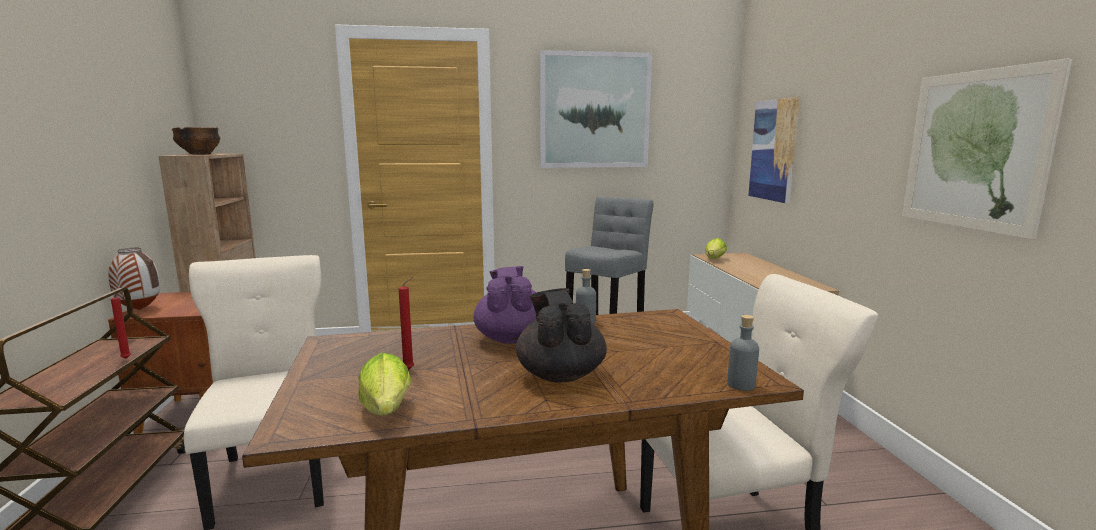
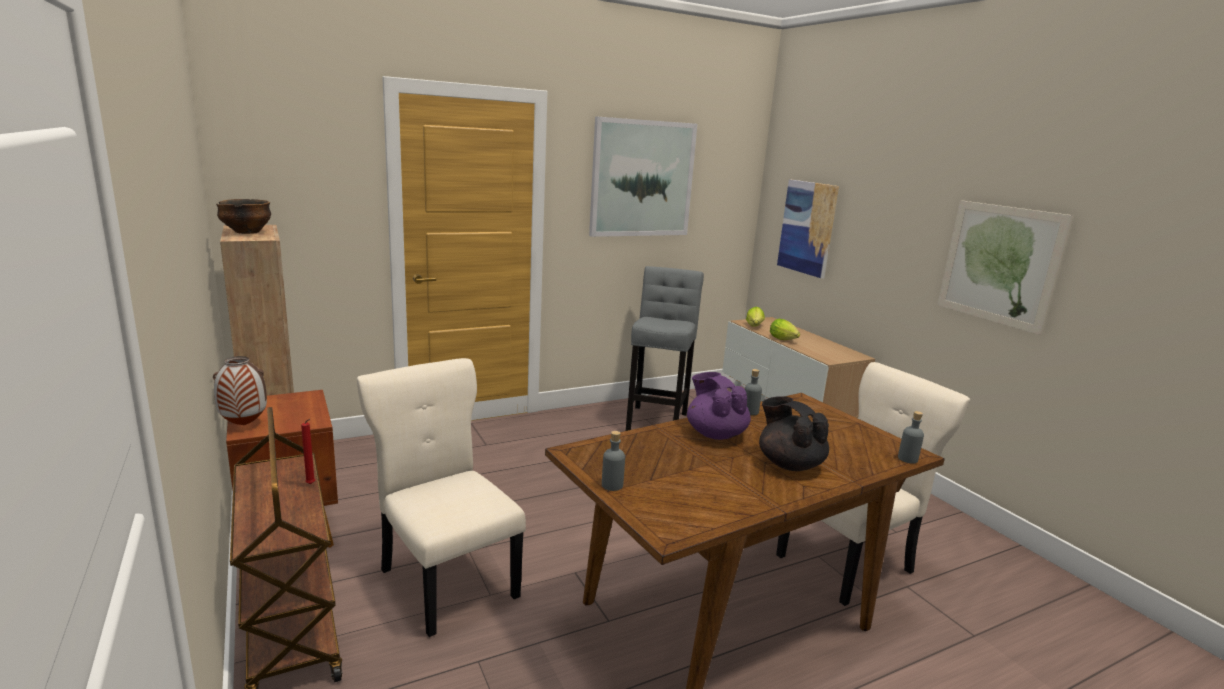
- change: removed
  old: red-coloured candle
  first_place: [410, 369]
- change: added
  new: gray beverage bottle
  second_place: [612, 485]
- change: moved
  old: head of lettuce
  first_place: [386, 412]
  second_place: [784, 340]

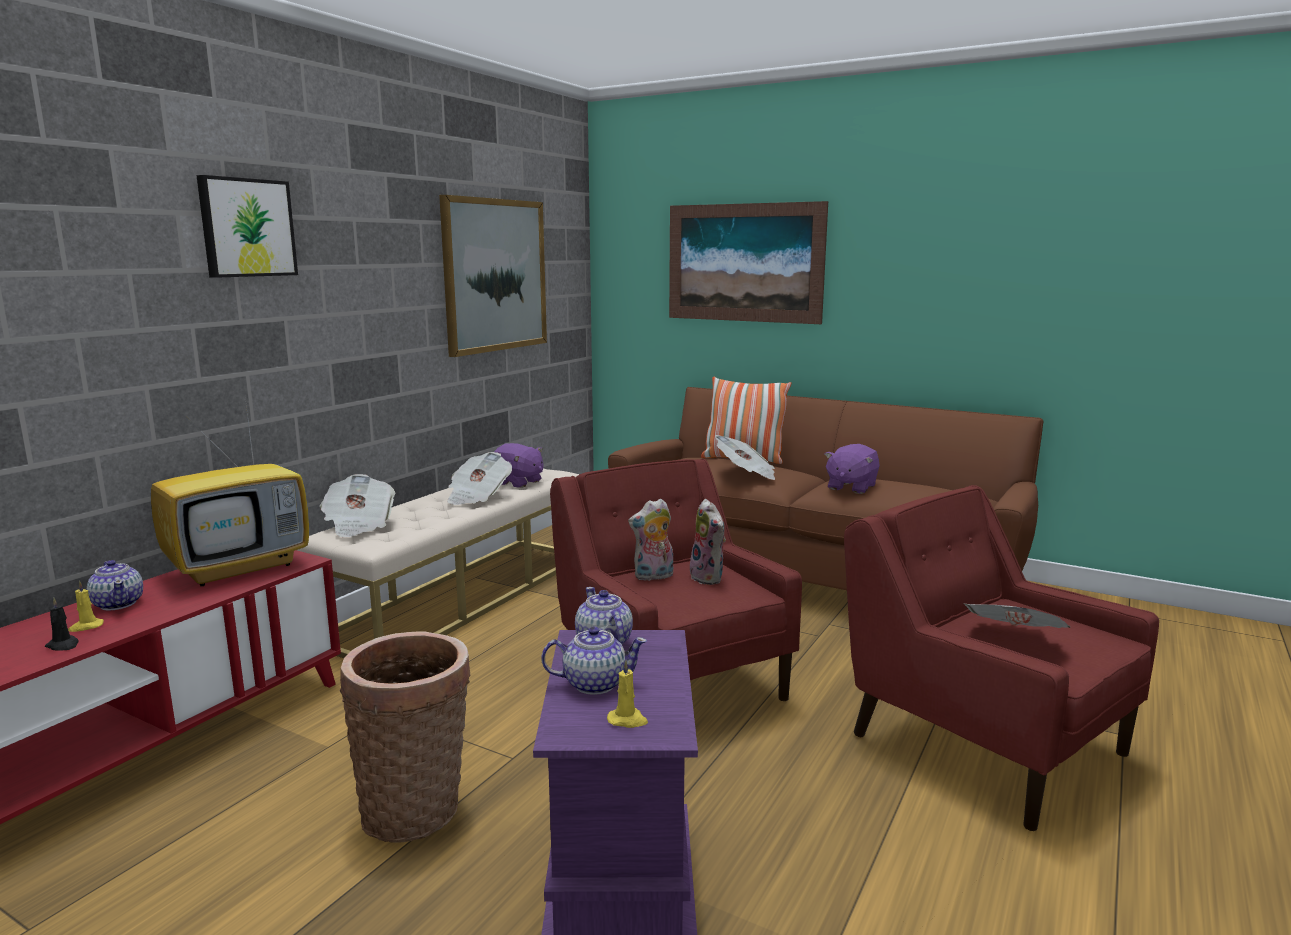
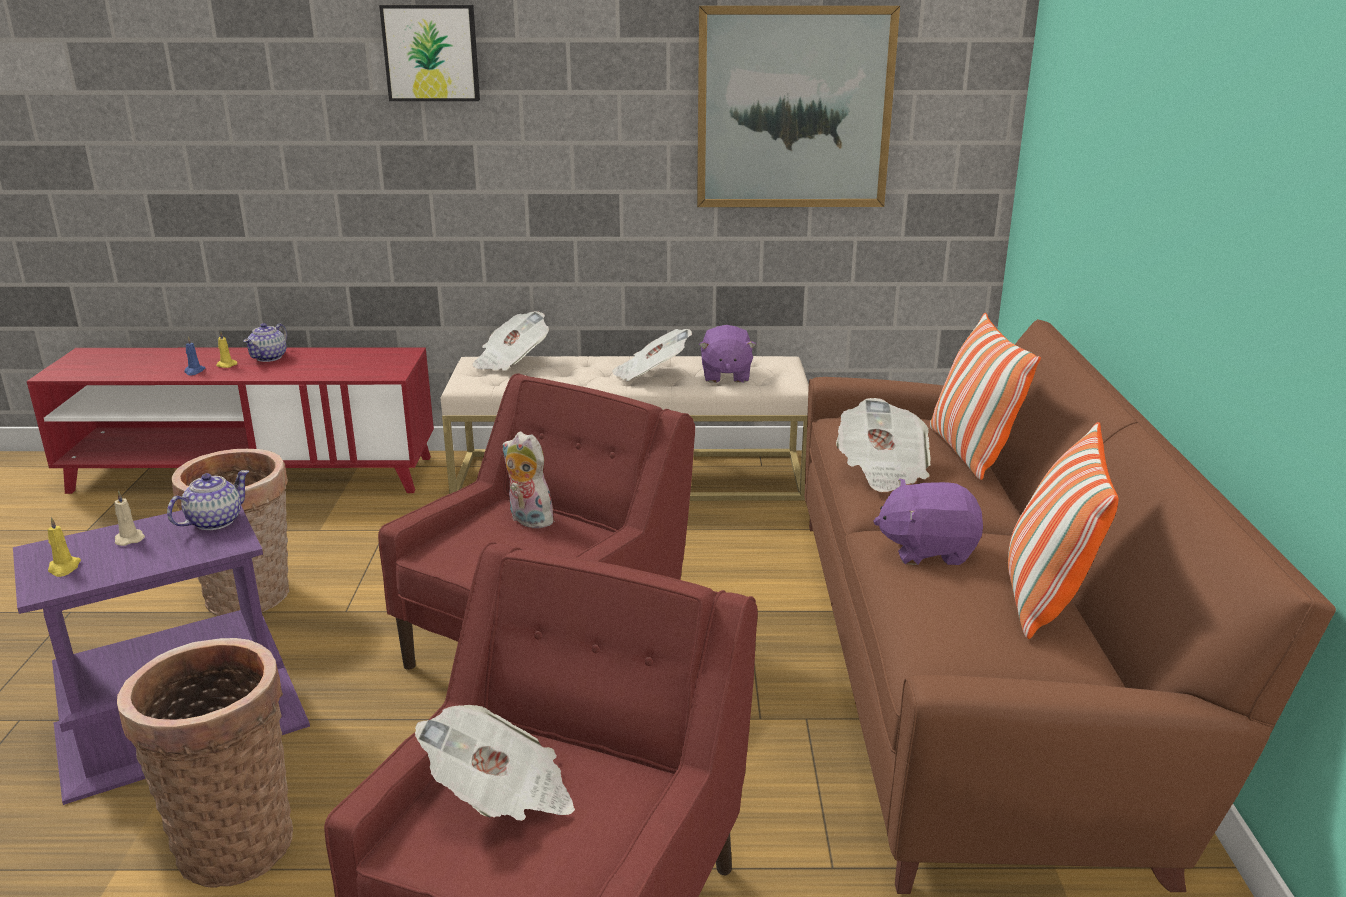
- change: removed
  old: TV set
  first_place: [241, 567]
- change: removed
  old: picture
  first_place: [744, 263]
- change: removed
  old: plush toy
  first_place: [709, 578]
- change: added
  new: storage basket
  second_place: [233, 840]
- change: added
  new: throw pillow
  second_place: [1045, 598]
- change: replaced
  old: tea pot
  new: beige candle
  first_place: [594, 683]
  second_place: [129, 539]
- change: recoloured
  old: black-coloured candle
  new: blue candle
  first_place: [63, 645]
  second_place: [194, 371]

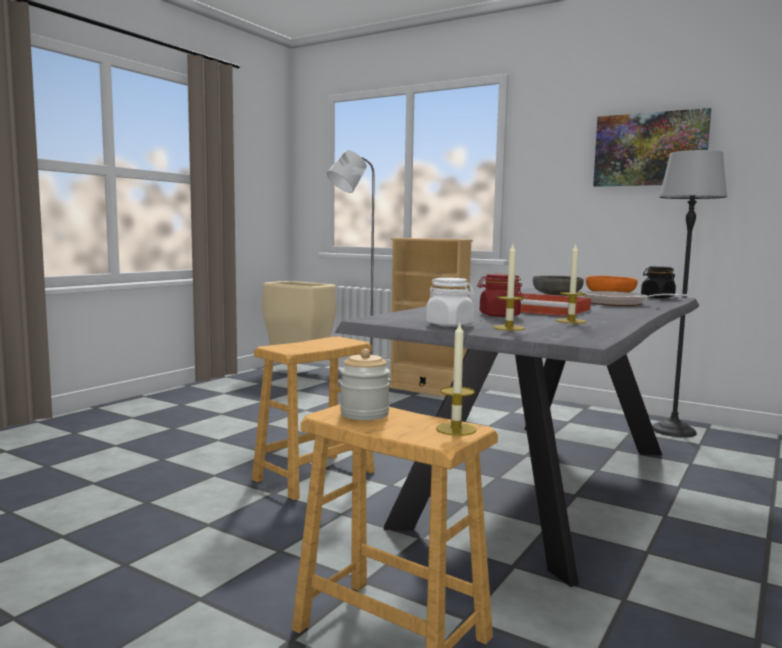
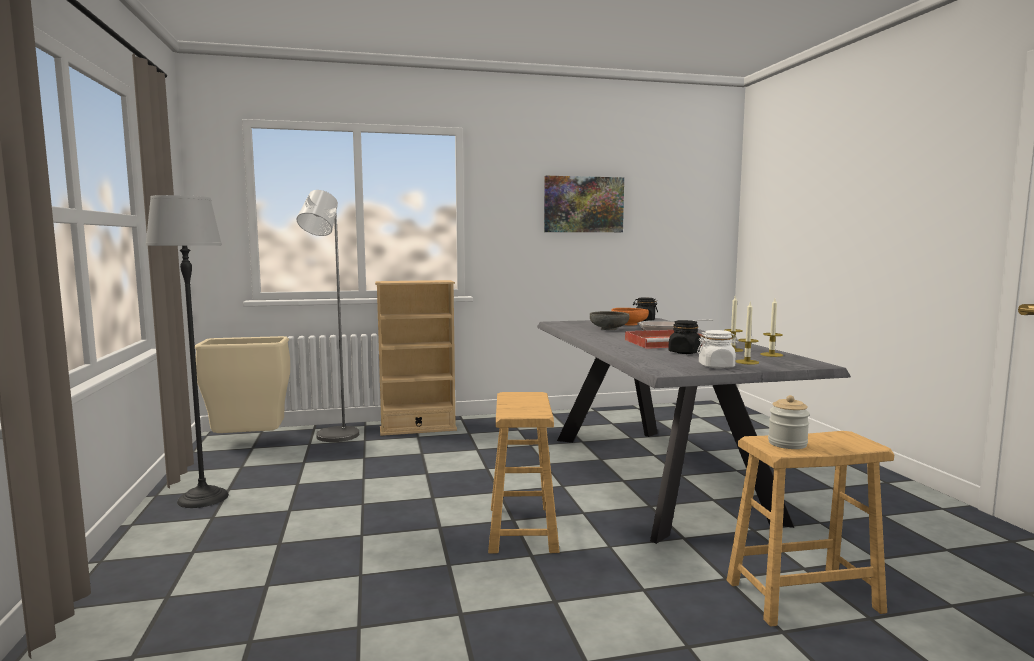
- change: moved
  old: candle
  first_place: [456, 429]
  second_place: [771, 354]
- change: moved
  old: standard lamp
  first_place: [673, 430]
  second_place: [203, 498]
- change: recoloured
  old: red-coloured storage jar
  new: black-coloured storage jar
  first_place: [499, 315]
  second_place: [684, 352]

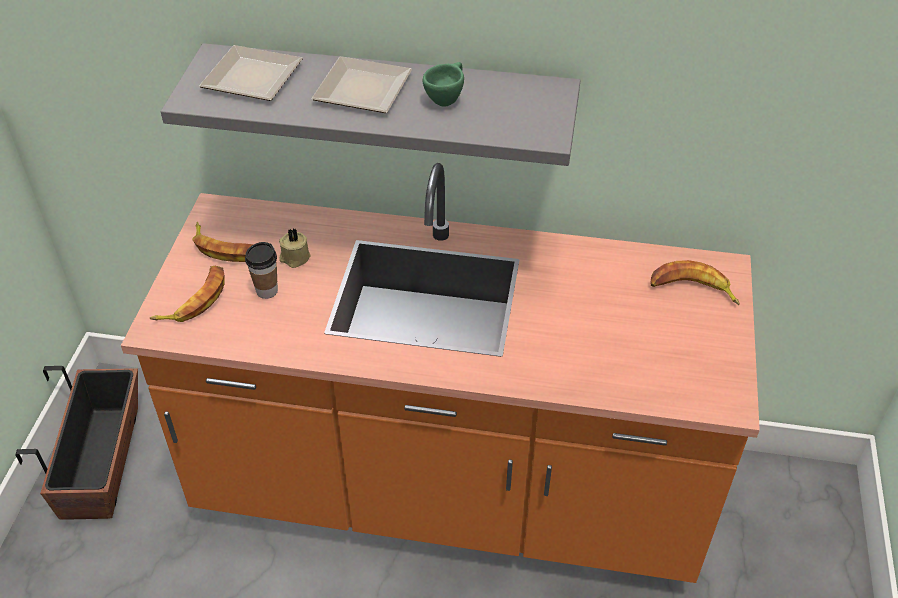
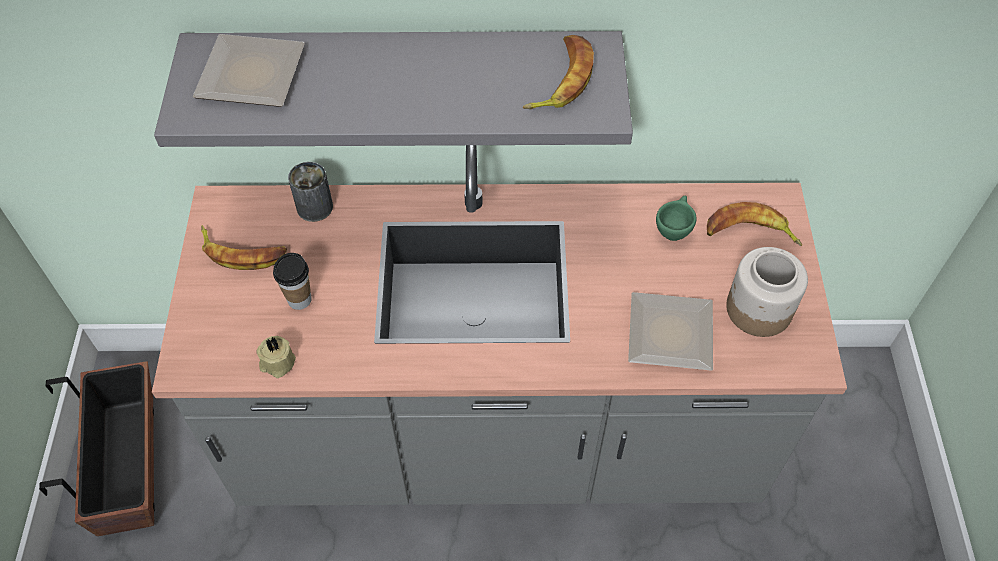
- change: added
  new: metal can
  second_place: [314, 207]
- change: added
  new: storage jar
  second_place: [758, 309]
- change: moved
  old: banana fruit
  first_place: [195, 299]
  second_place: [560, 79]
- change: moved
  old: beige candle
  first_place: [294, 258]
  second_place: [277, 363]
- change: moved
  old: flat dish
  first_place: [361, 88]
  second_place: [667, 331]
- change: moved
  old: green drinking cup
  first_place: [446, 99]
  second_place: [673, 230]
- change: recoloured
  old: orange-coloured kitchen base unit
  new: gray kitchen base unit
  first_place: [449, 493]
  second_place: [499, 440]

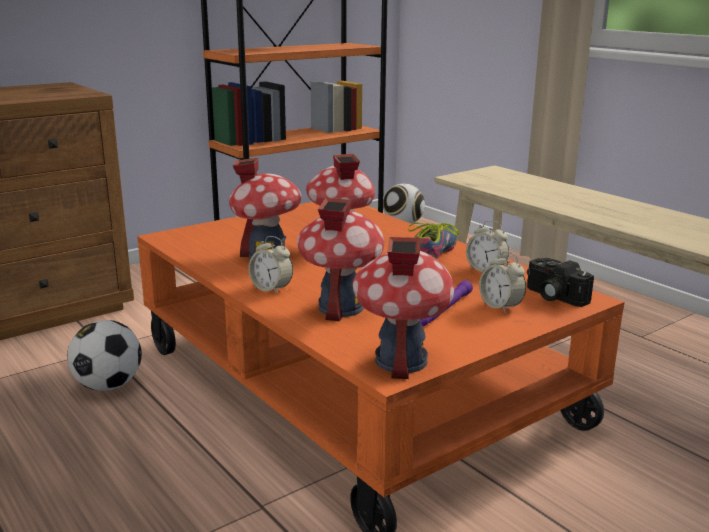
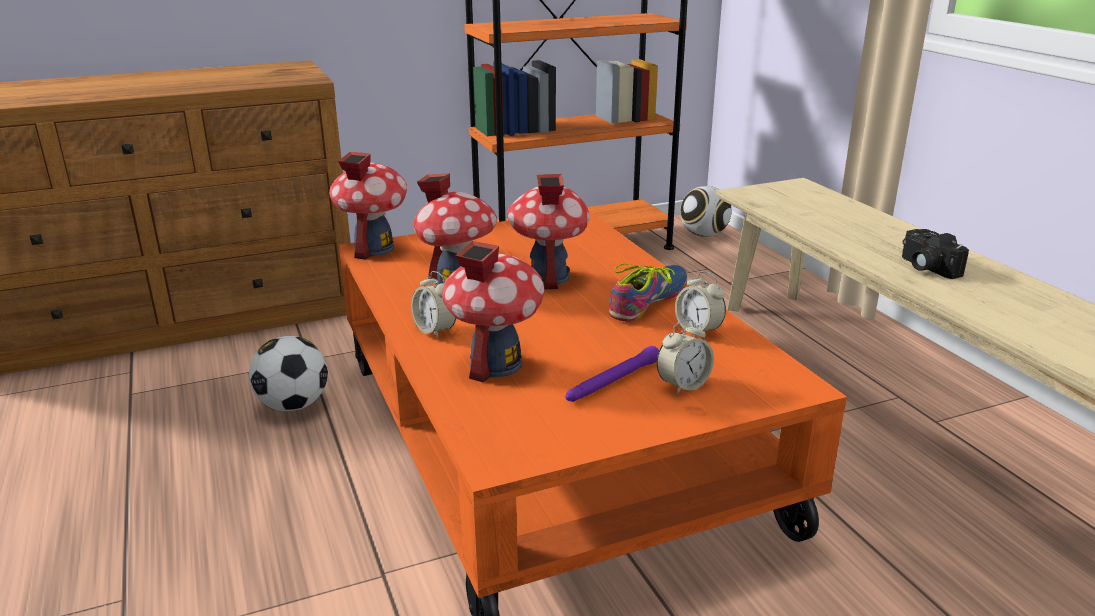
- change: moved
  old: miniature house
  first_place: [400, 360]
  second_place: [374, 249]
- change: moved
  old: still camera
  first_place: [552, 297]
  second_place: [925, 267]
- change: turned
  old: alarm clock
  first_place: [500, 306]
  second_place: [683, 385]
  degrees: -105

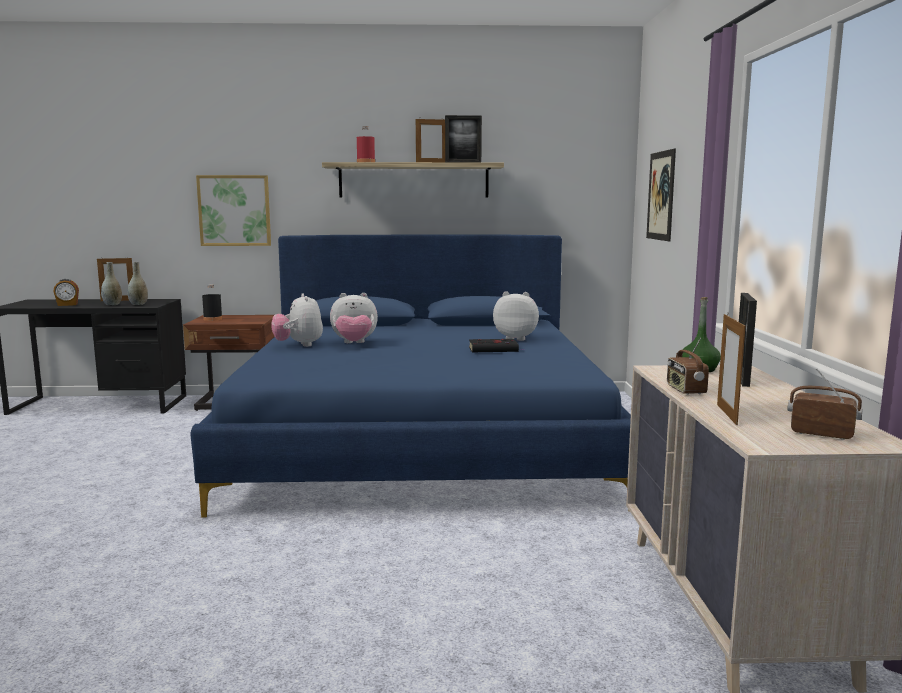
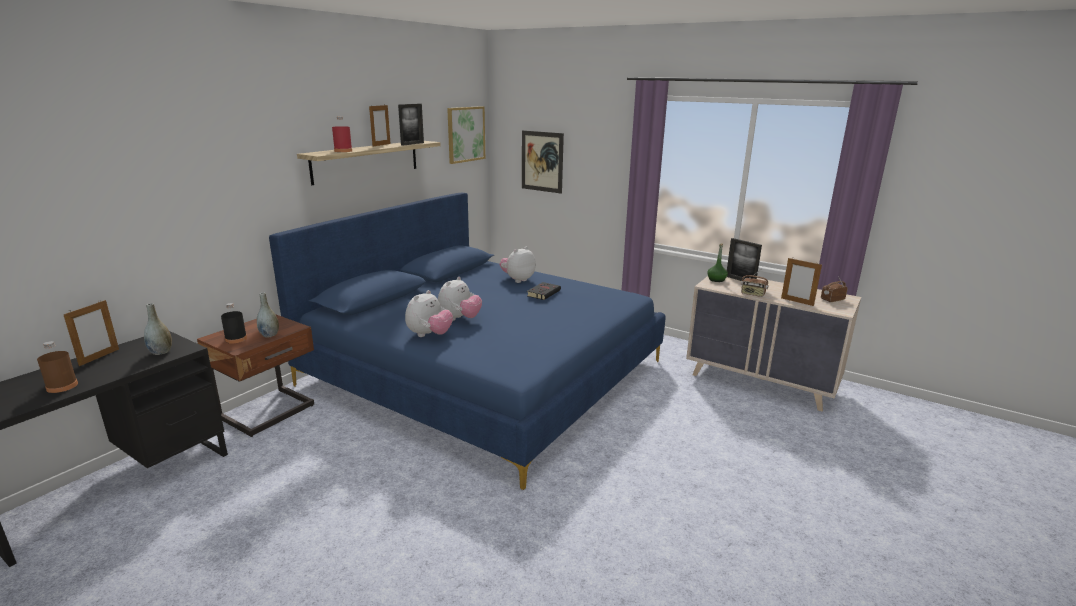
- change: moved
  old: gray flower vase
  first_place: [112, 304]
  second_place: [269, 335]
- change: moved
  old: picture
  first_place: [234, 210]
  second_place: [465, 134]
- change: replaced
  old: alarm clock
  new: brown beverage bottle
  first_place: [67, 305]
  second_place: [62, 386]
- change: turned
  old: plush toy
  first_place: [299, 345]
  second_place: [429, 335]
  degrees: -75

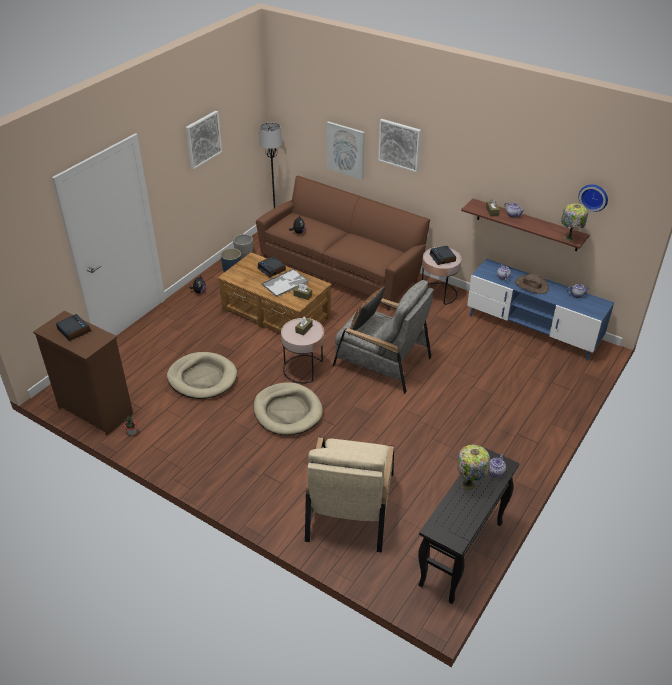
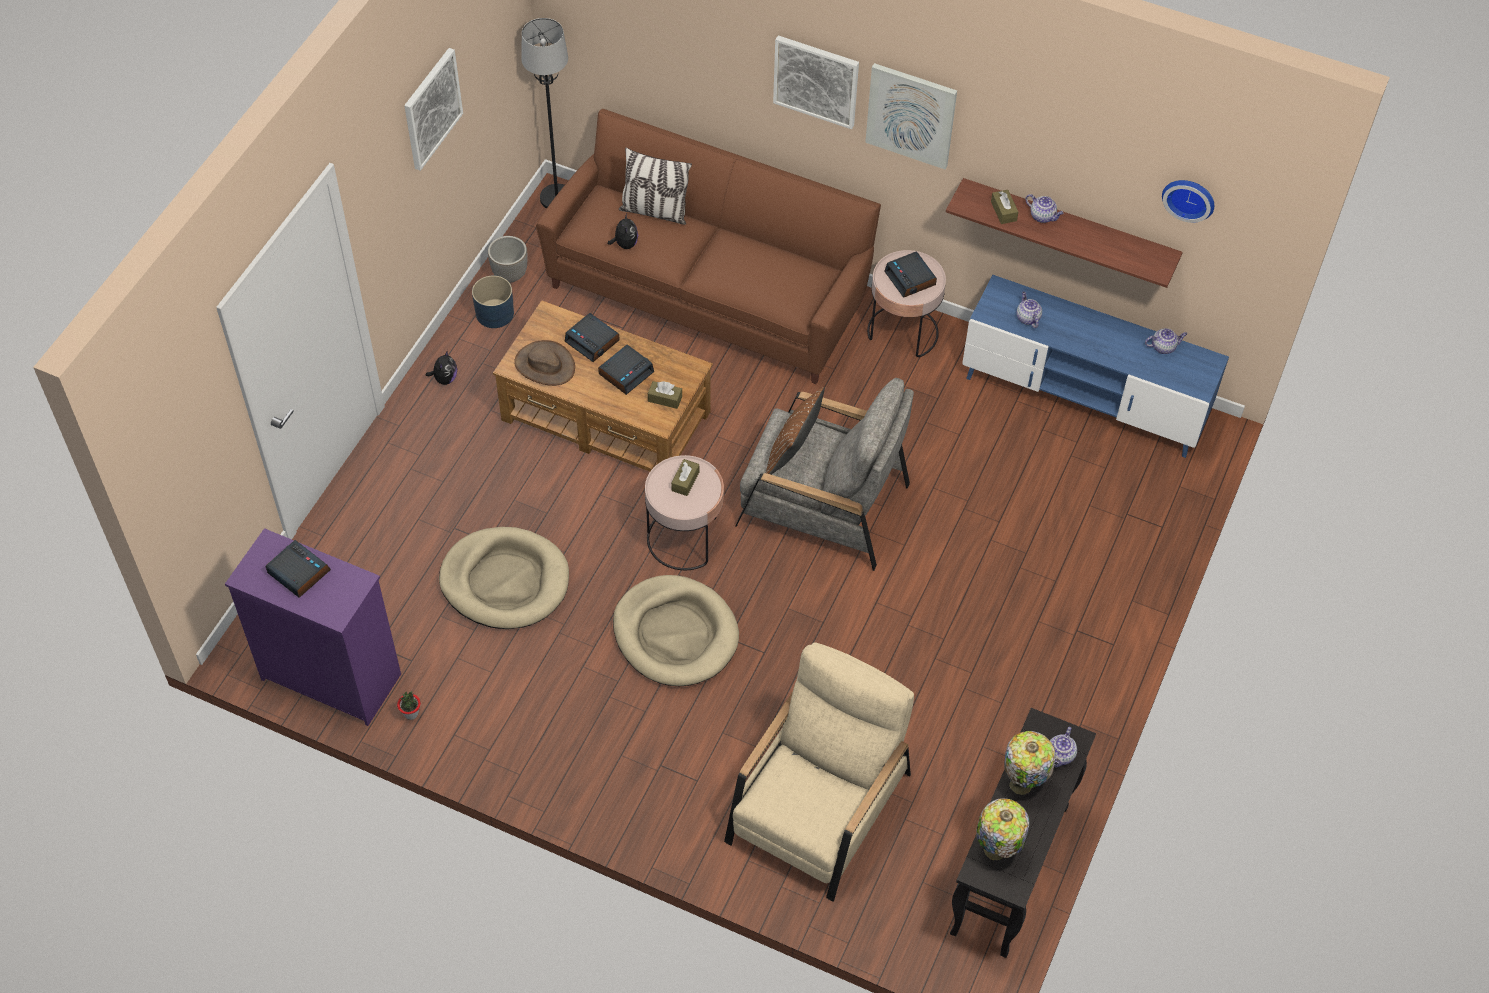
- change: added
  new: throw pillow
  second_place: [654, 211]
- change: moved
  old: picture
  first_place: [346, 150]
  second_place: [911, 115]
- change: moved
  old: brown wearable hat
  first_place: [531, 285]
  second_place: [544, 365]
- change: moved
  old: lamp for a table
  first_place: [569, 238]
  second_place: [996, 851]
- change: replaced
  old: carrying tray
  new: alarm clock
  first_place: [285, 283]
  second_place: [626, 372]
- change: recoloured
  old: brown drawer chest
  new: purplish drawer chest
  first_place: [95, 410]
  second_place: [330, 675]
- change: turned
  old: beige lounge chair
  first_place: [350, 506]
  second_place: [818, 809]
  degrees: -150

